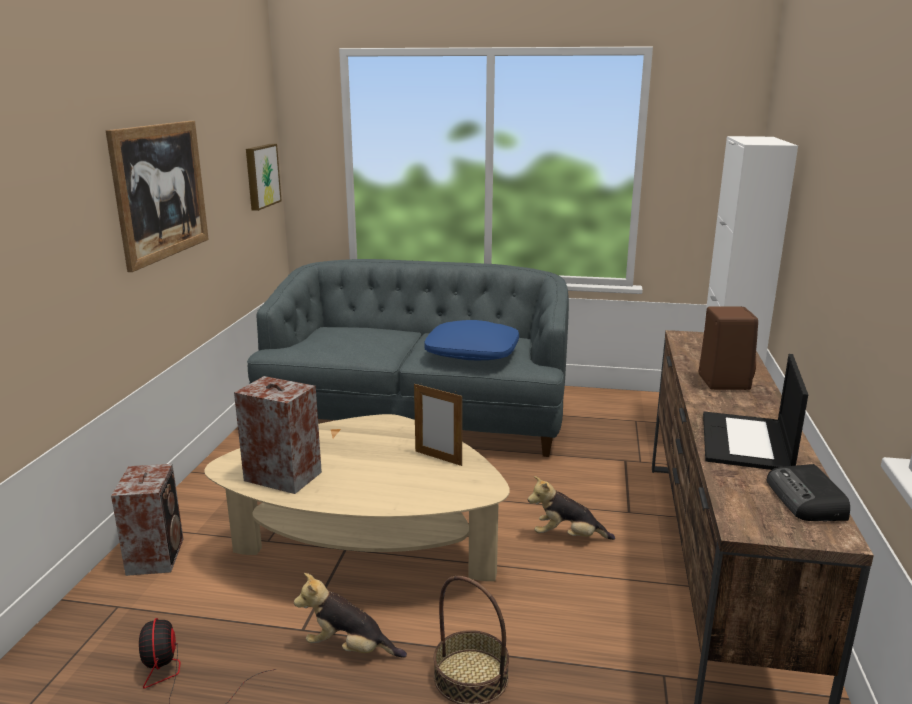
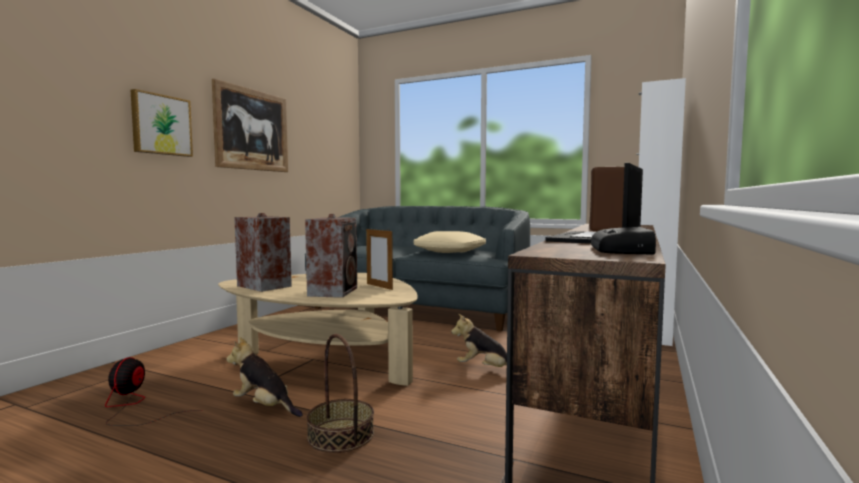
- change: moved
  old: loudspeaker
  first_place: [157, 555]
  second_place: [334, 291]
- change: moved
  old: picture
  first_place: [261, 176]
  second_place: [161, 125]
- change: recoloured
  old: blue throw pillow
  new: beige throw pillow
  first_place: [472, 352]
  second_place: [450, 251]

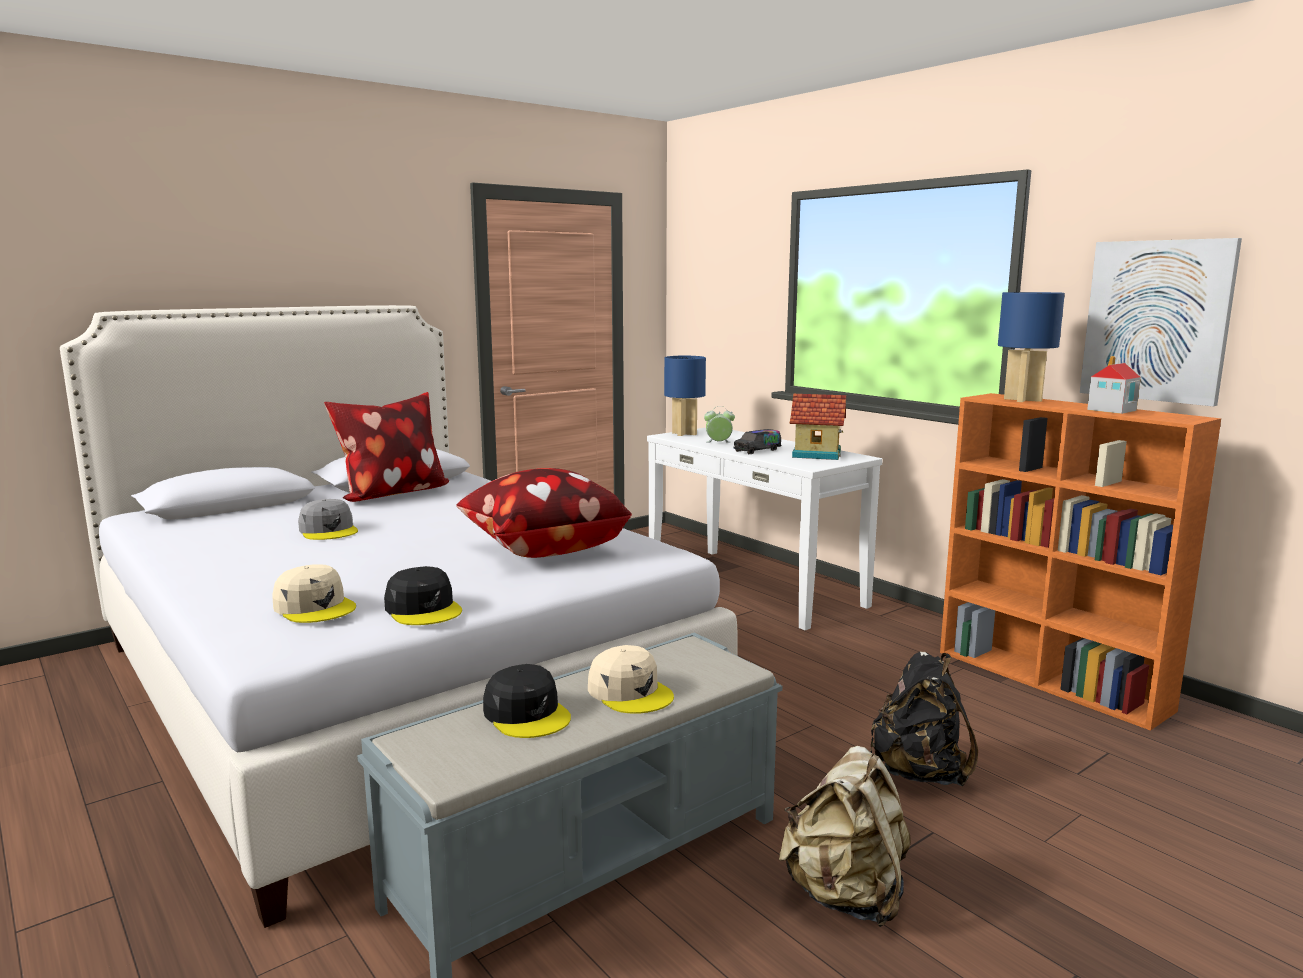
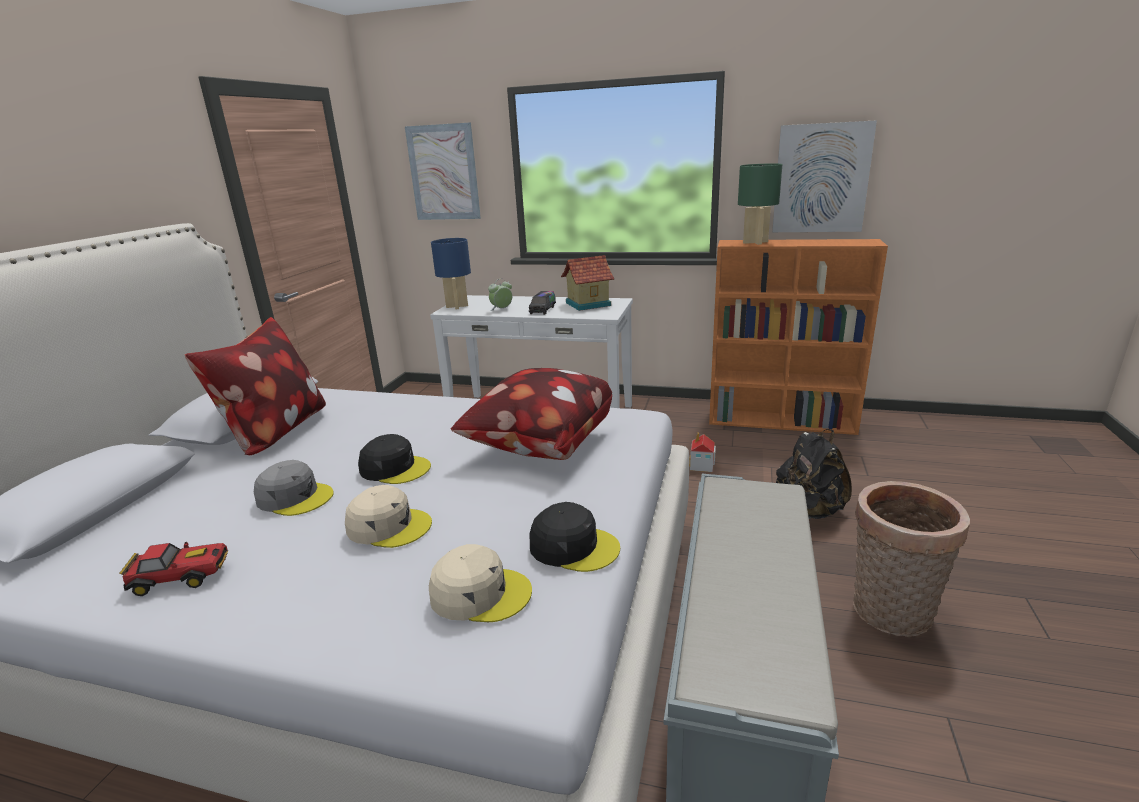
- change: added
  new: miniature car
  second_place: [182, 577]
- change: added
  new: picture
  second_place: [443, 173]
- change: moved
  old: black-coloured baseball cap
  first_place: [527, 714]
  second_place: [395, 468]
- change: moved
  old: beige baseball cap
  first_place: [630, 692]
  second_place: [389, 526]
- change: moved
  old: miniature house
  first_place: [1111, 410]
  second_place: [701, 466]
- change: replaced
  old: beige backpack
  new: storage basket
  first_place: [846, 895]
  second_place: [890, 614]
- change: recoloured
  old: blue lamp for a table
  new: green lamp for a table
  first_place: [1022, 400]
  second_place: [755, 242]

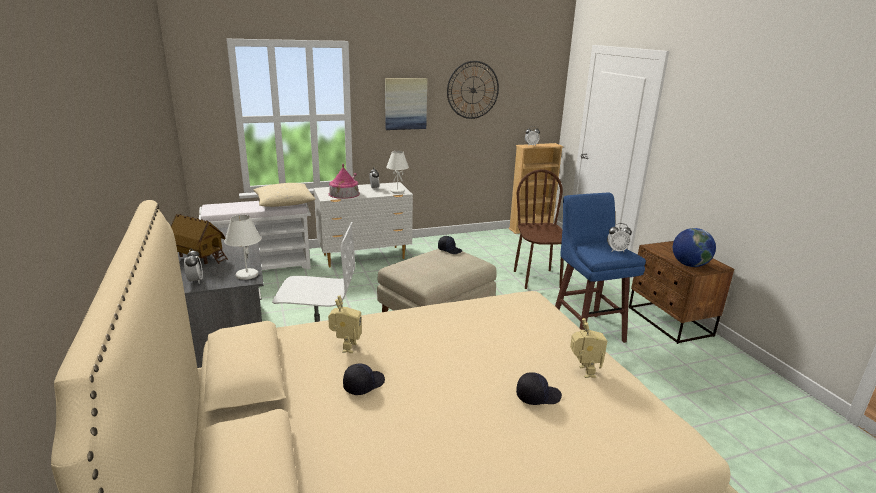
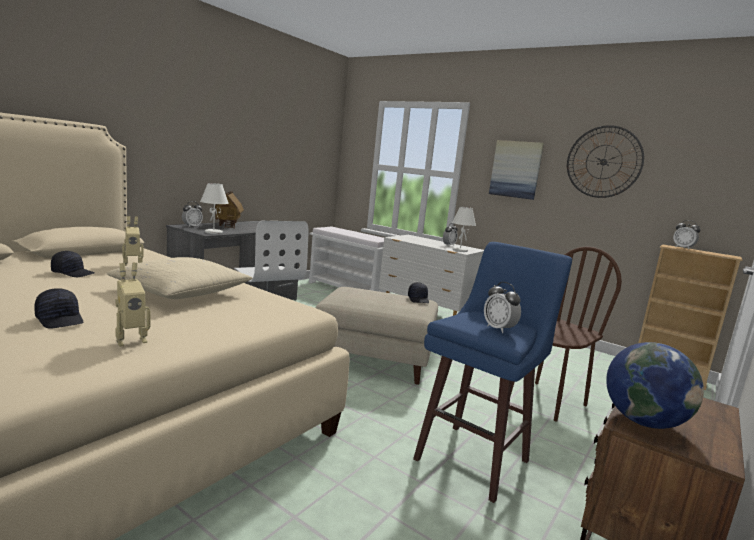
- change: removed
  old: miniature house
  first_place: [344, 193]
- change: moved
  old: beige throw pillow
  first_place: [284, 203]
  second_place: [181, 292]

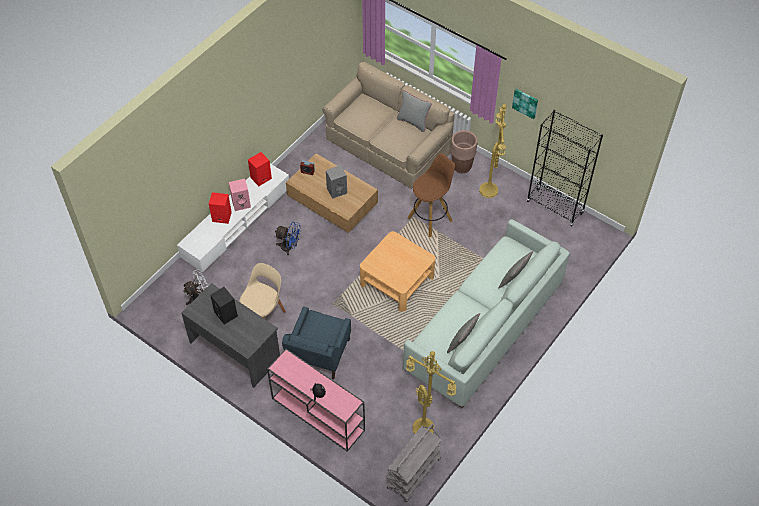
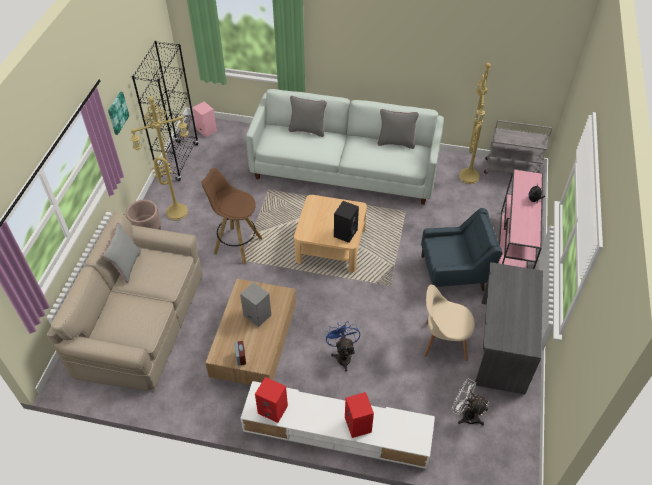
- change: moved
  old: black-coloured loudspeaker
  first_place: [226, 314]
  second_place: [345, 232]
- change: moved
  old: pink-coloured loudspeaker
  first_place: [241, 203]
  second_place: [206, 130]

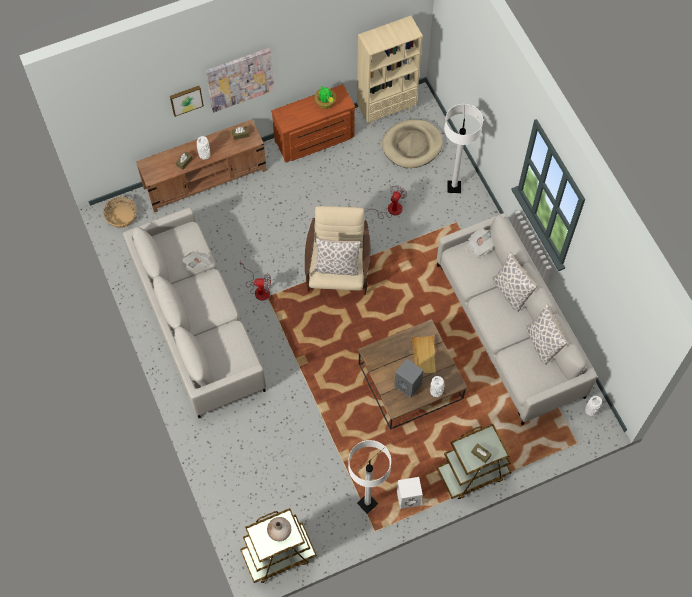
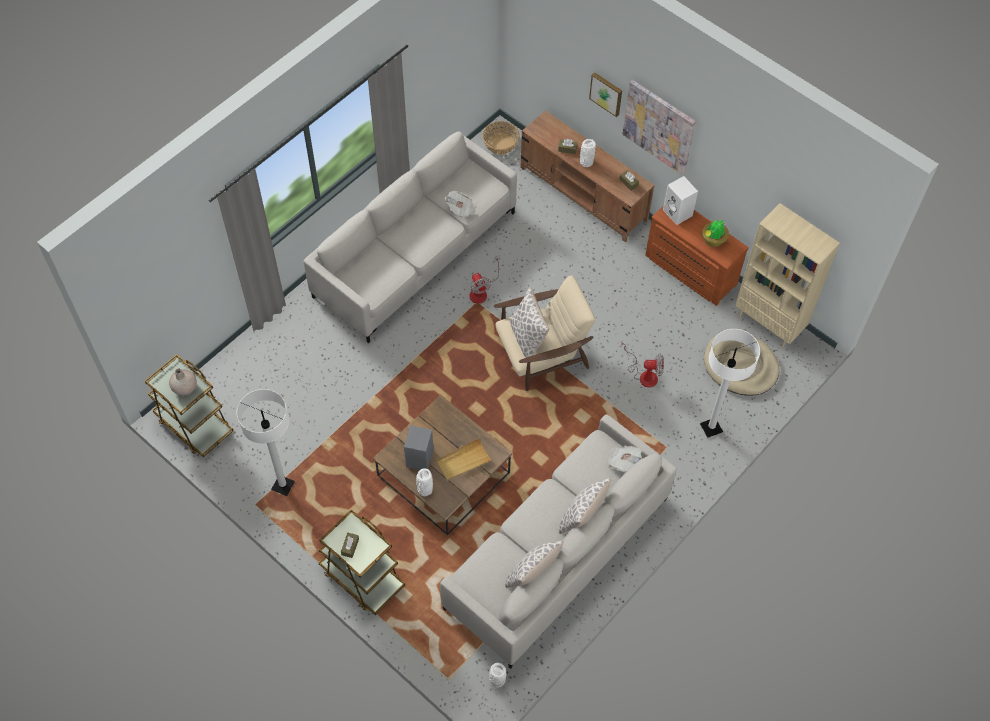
- change: moved
  old: white-coloured loudspeaker
  first_place: [409, 497]
  second_place: [678, 213]

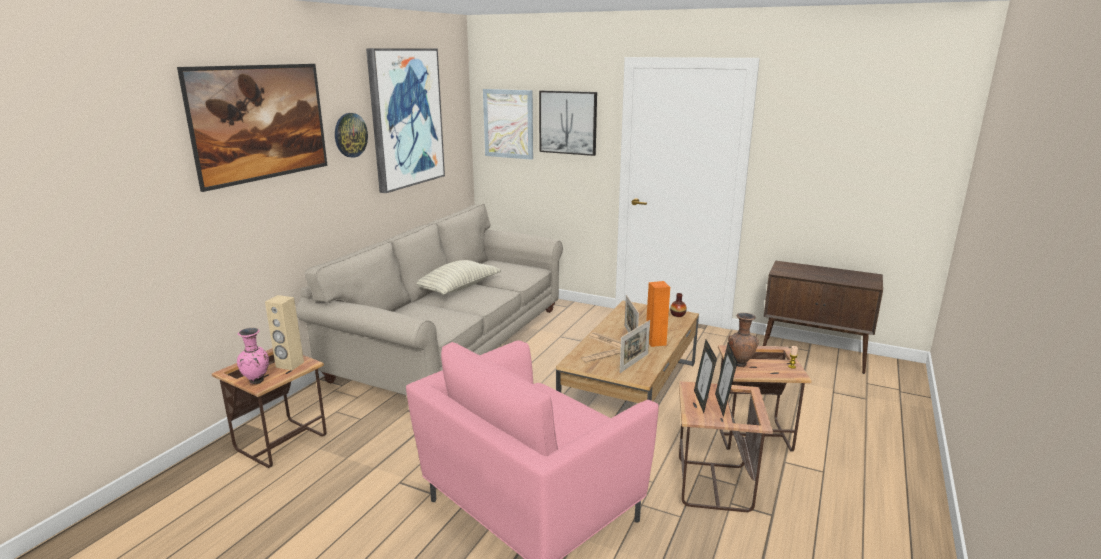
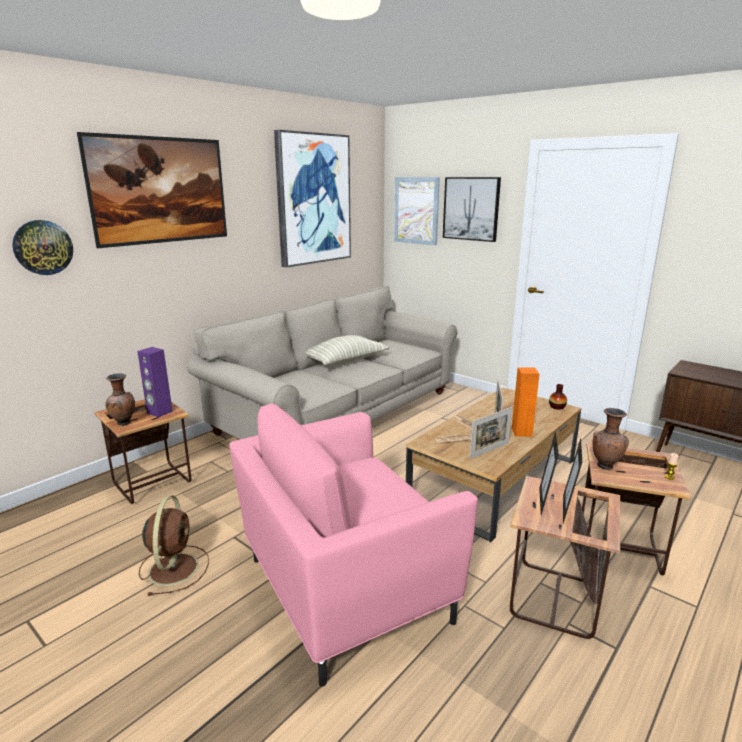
- change: added
  new: brown fan
  second_place: [174, 567]
- change: moved
  old: clock on the wall
  first_place: [350, 135]
  second_place: [43, 247]
- change: recoloured
  old: pink-coloured flower vase
  new: brown flower vase
  first_place: [257, 382]
  second_place: [124, 424]
- change: recoloured
  old: beige loudspeaker
  new: purplish loudspeaker
  first_place: [289, 365]
  second_place: [159, 412]

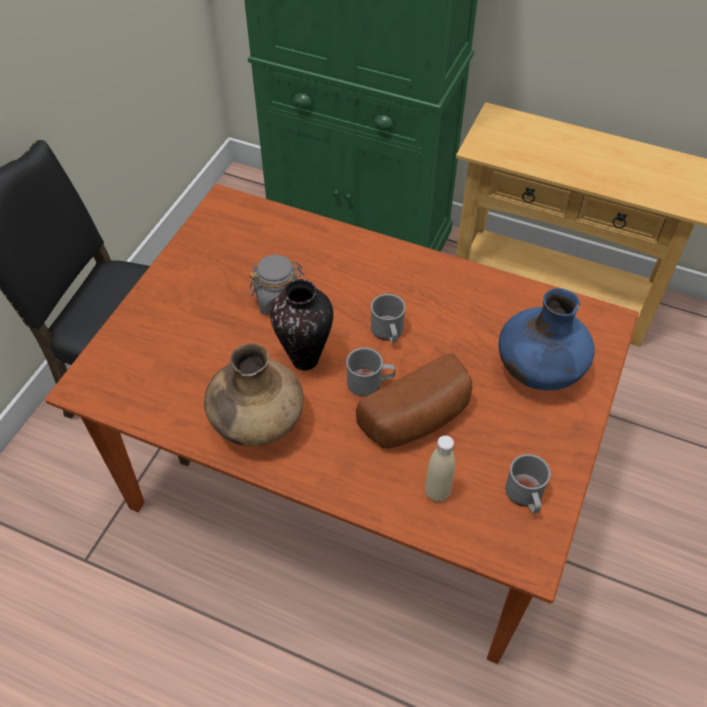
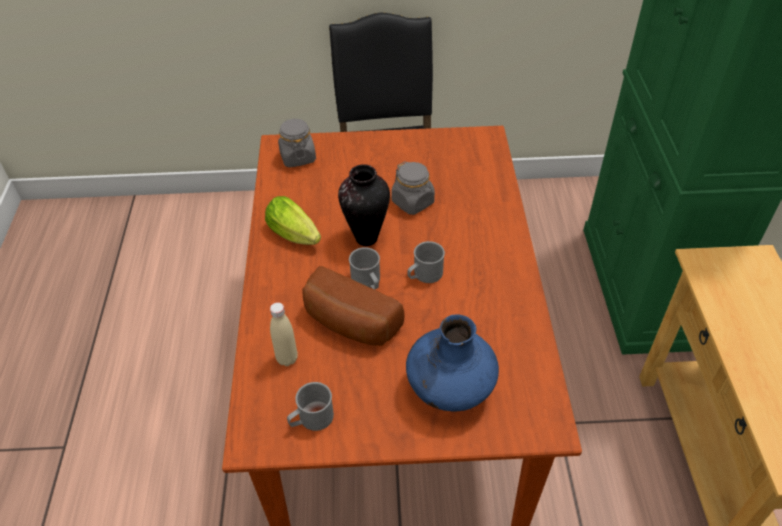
- change: added
  new: gray storage jar
  second_place: [297, 157]
- change: replaced
  old: brown flower vase
  new: head of lettuce
  first_place: [257, 422]
  second_place: [296, 235]

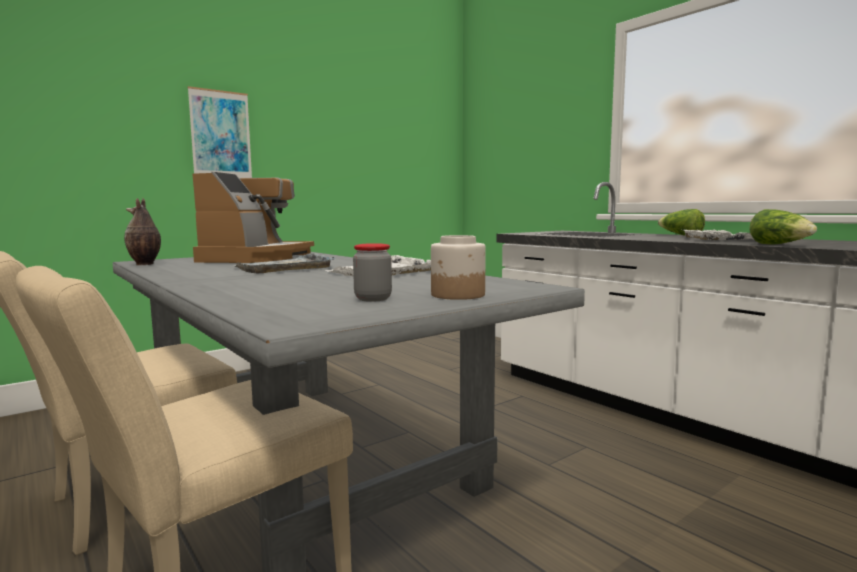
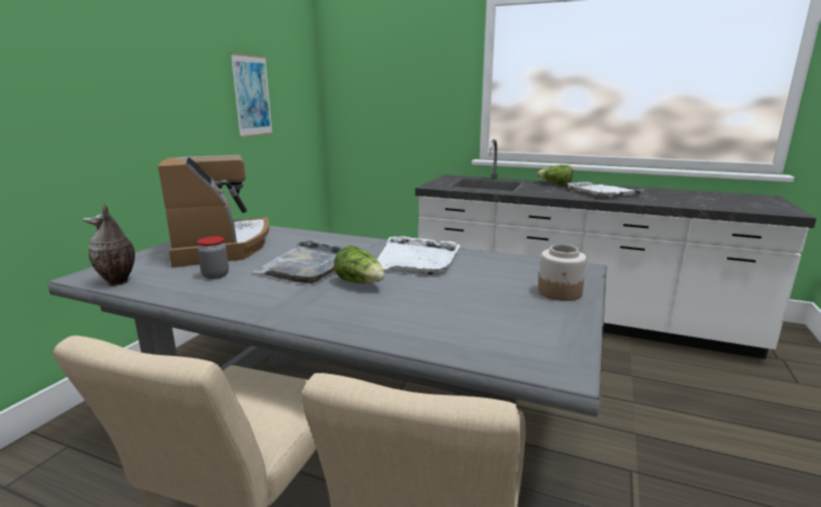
- change: moved
  old: picture
  first_place: [221, 135]
  second_place: [252, 96]
- change: moved
  old: storage jar
  first_place: [373, 299]
  second_place: [215, 275]
- change: moved
  old: head of lettuce
  first_place: [780, 245]
  second_place: [360, 283]

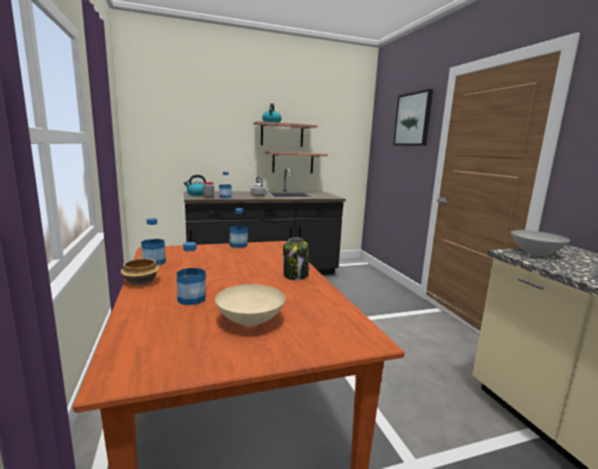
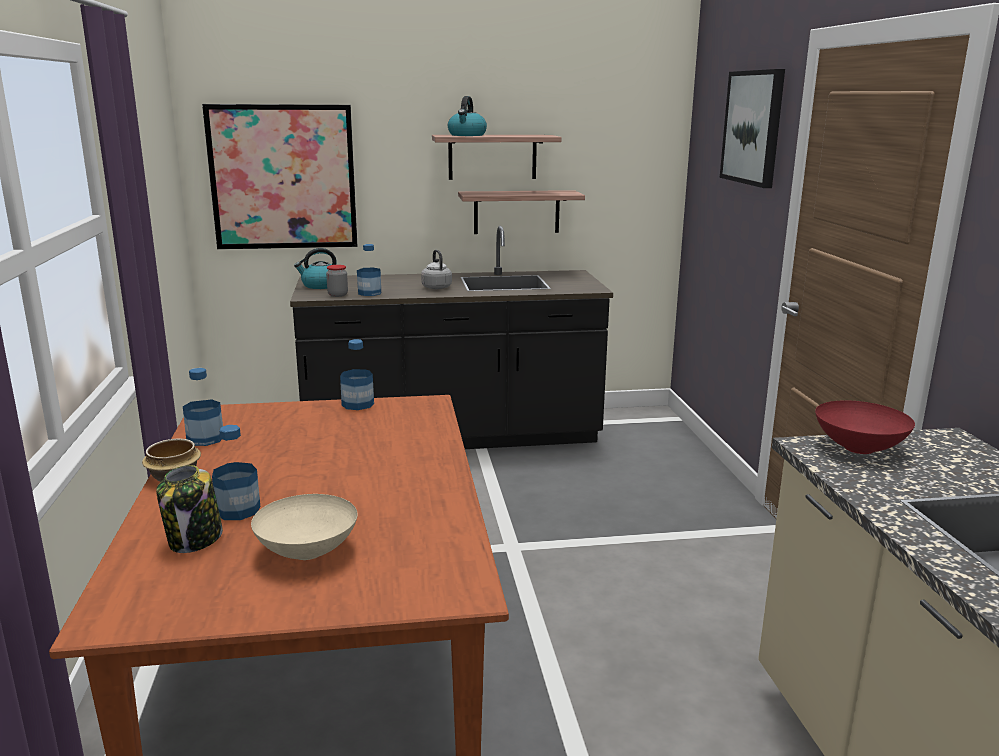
- change: added
  new: picture
  second_place: [283, 177]
- change: moved
  old: storage jar
  first_place: [295, 275]
  second_place: [195, 540]
- change: recoloured
  old: gray serving bowl
  new: red-coloured serving bowl
  first_place: [536, 253]
  second_place: [860, 449]

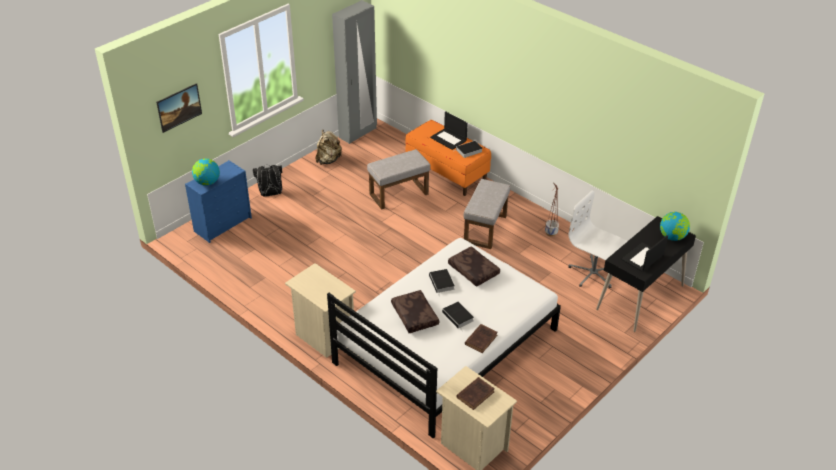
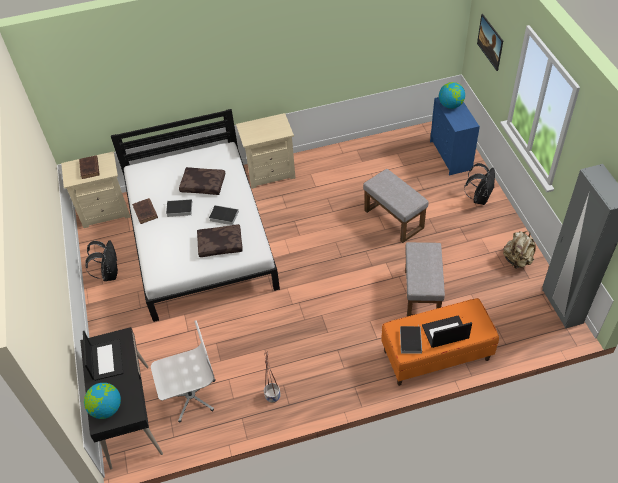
- change: added
  new: black-coloured backpack
  second_place: [109, 273]
- change: moved
  old: gray ottoman
  first_place: [485, 228]
  second_place: [394, 219]

